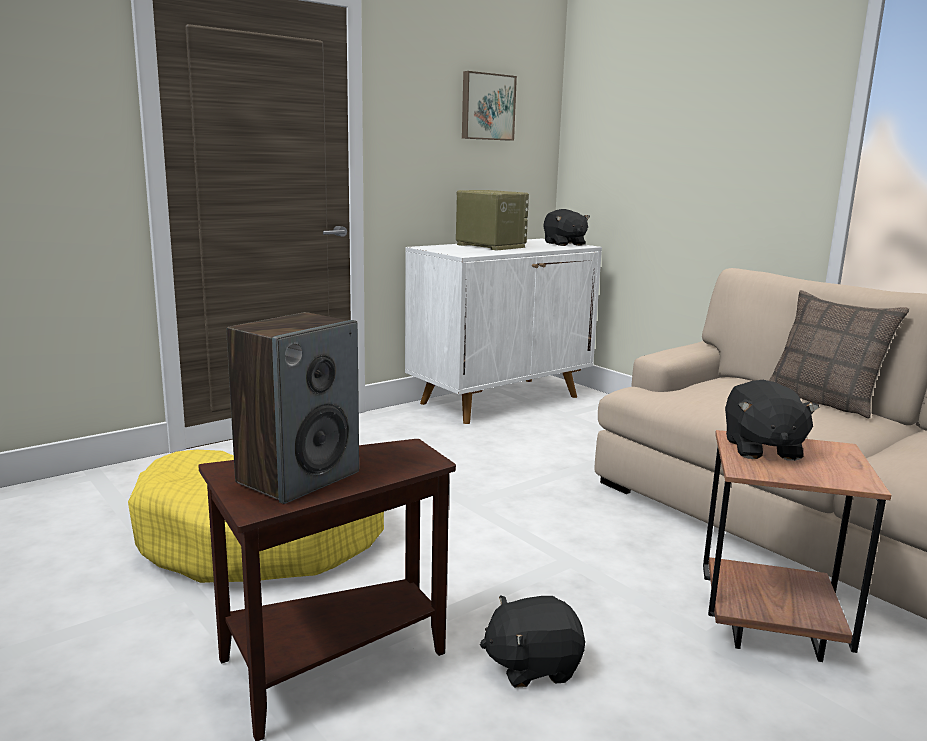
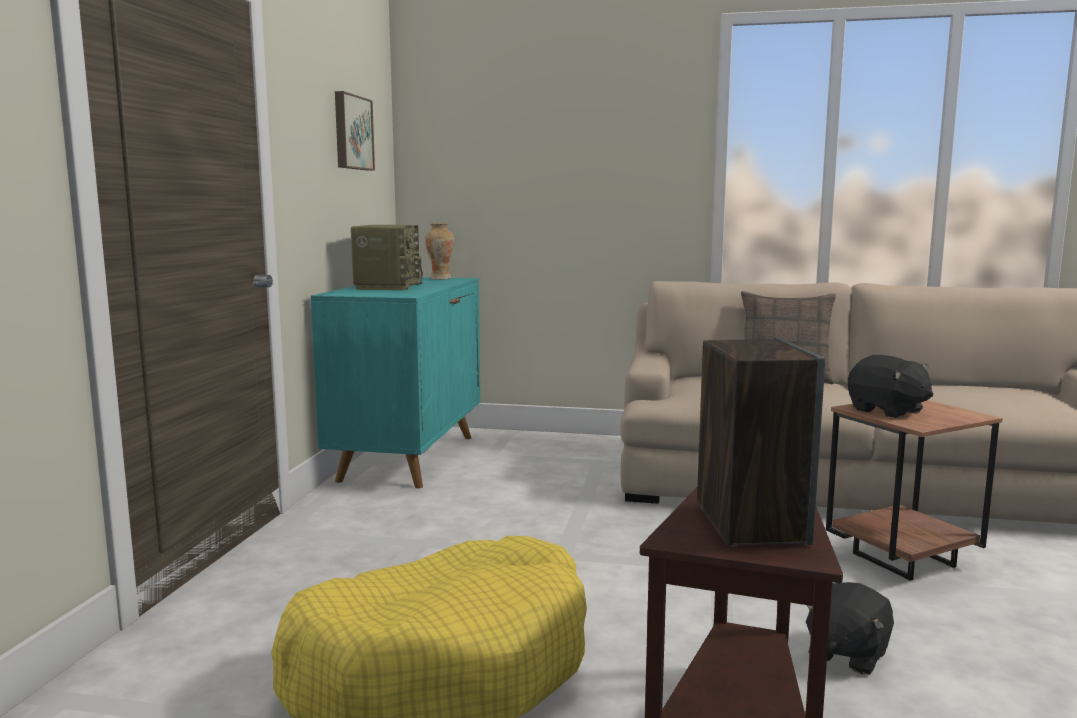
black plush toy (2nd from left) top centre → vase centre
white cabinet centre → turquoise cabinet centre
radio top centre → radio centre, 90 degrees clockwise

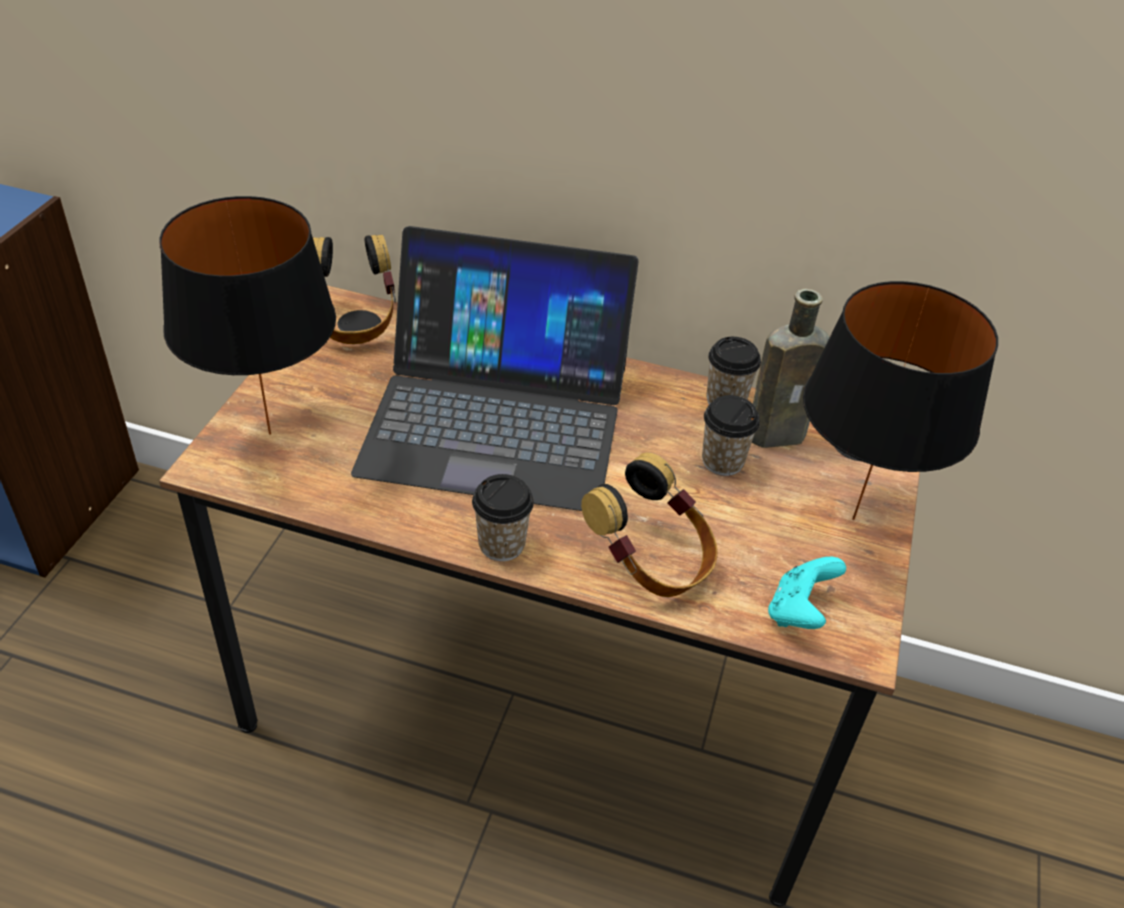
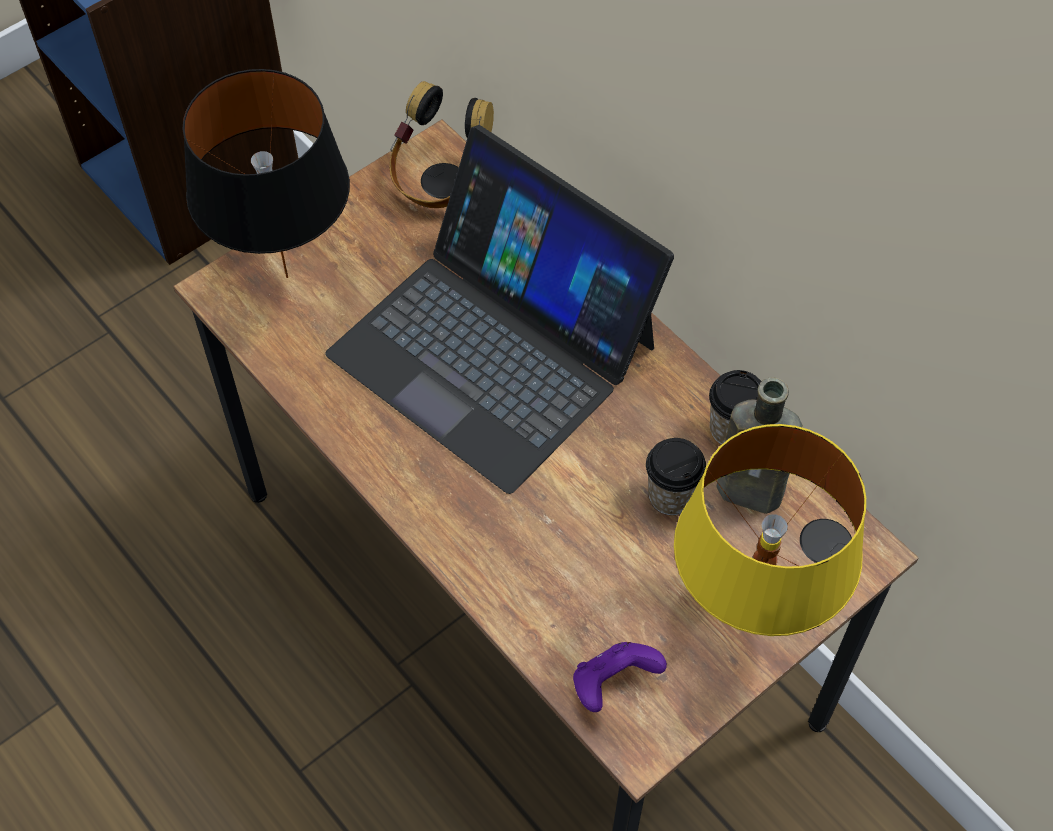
cup (1st from left) centre → -
headphones (2nd from left) centre → -
turquoise game controller middle right → purple game controller bottom centre
black table lamp (2nd from left) middle right → yellow table lamp middle right

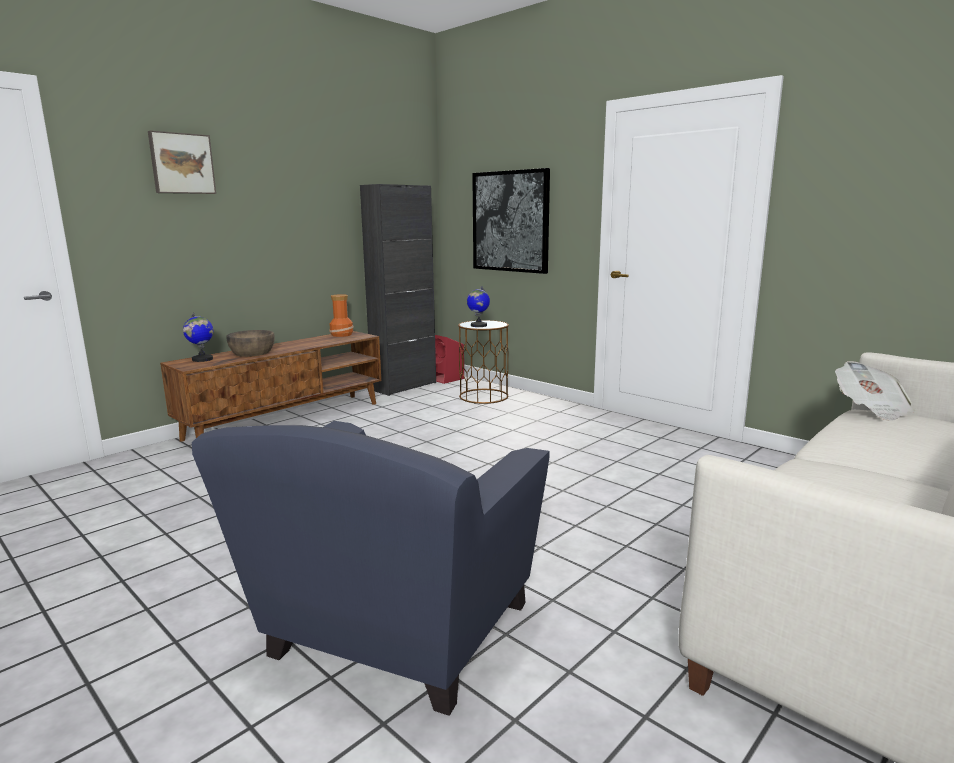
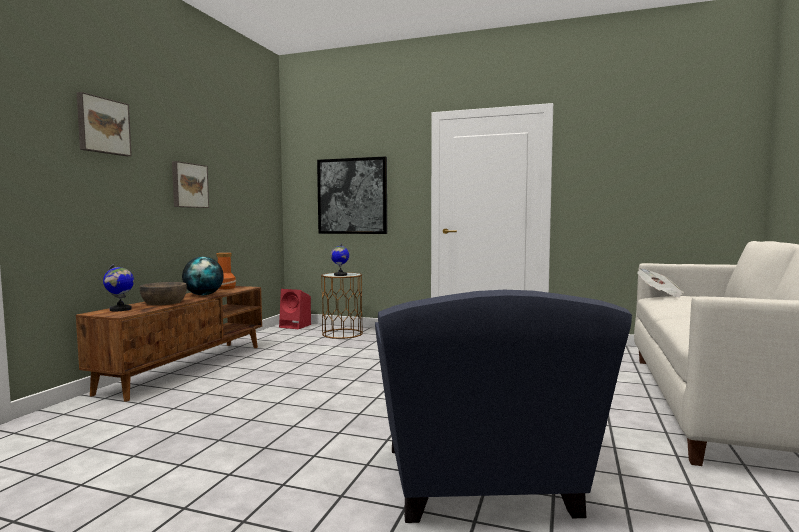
black cabinet centre → -
- → picture (2nd from left) middle left
- → globe (2nd from left) middle left

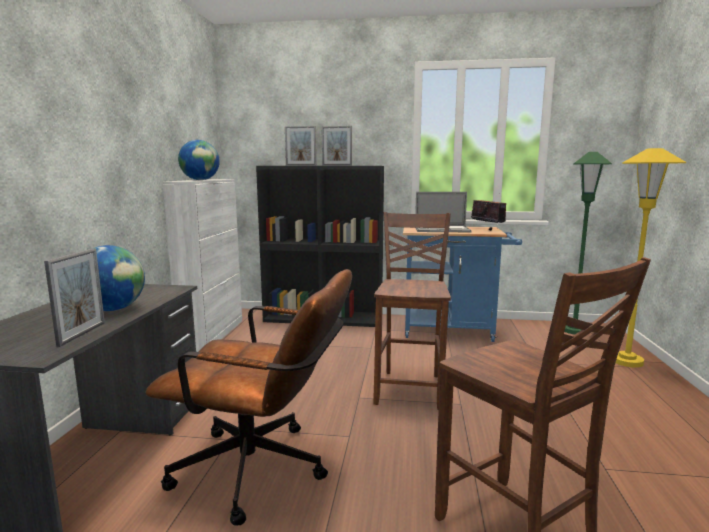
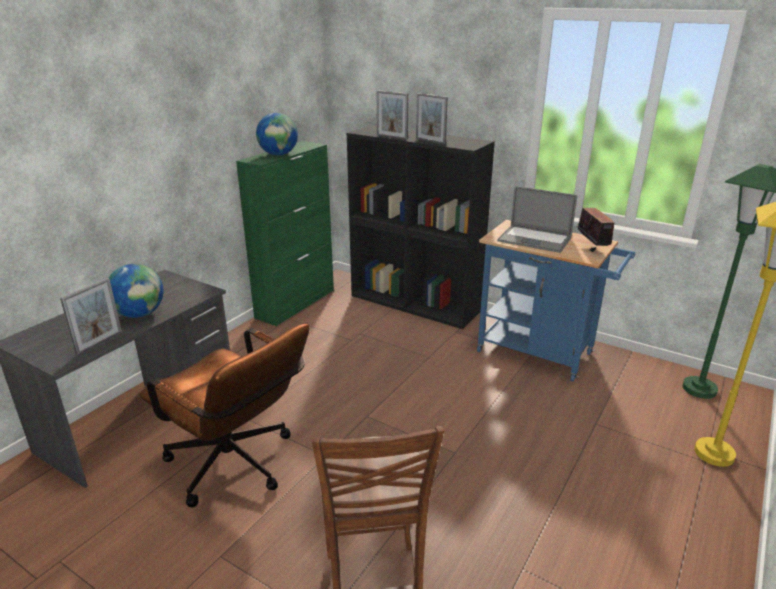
brown chair (1st from left) centre → -
white cabinet middle left → green cabinet centre

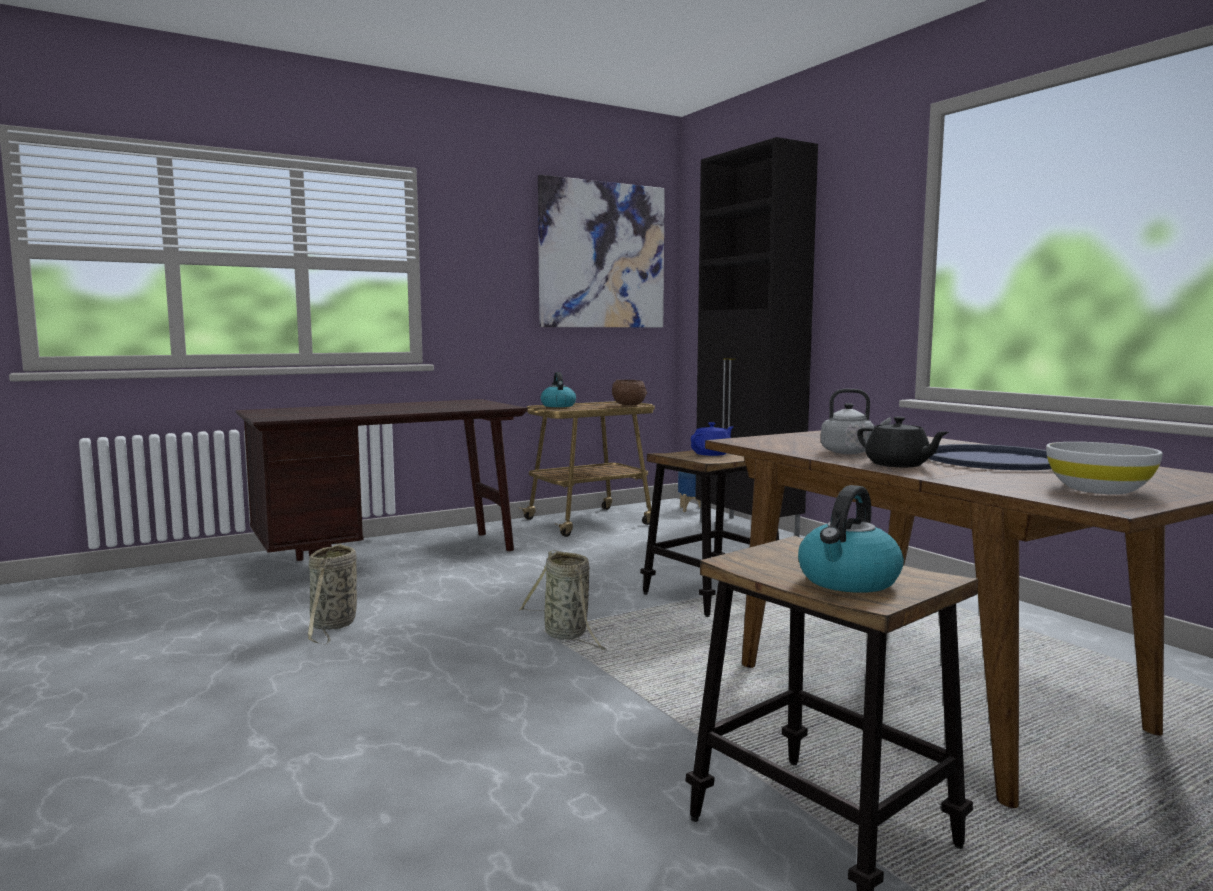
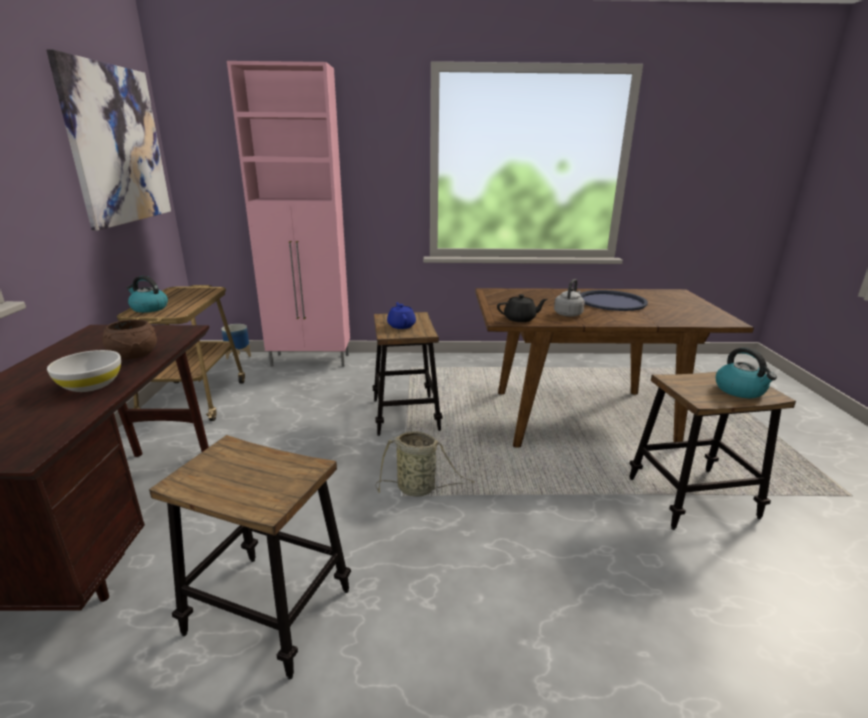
brown bowl centre → brown bowl middle left, moved
black teapot middle right → black teapot centre, moved
white bowl middle right → white bowl middle left, moved
basket (1st from left) middle left → stool (1st from left) bottom left
black cabinet centre → pink cabinet top left

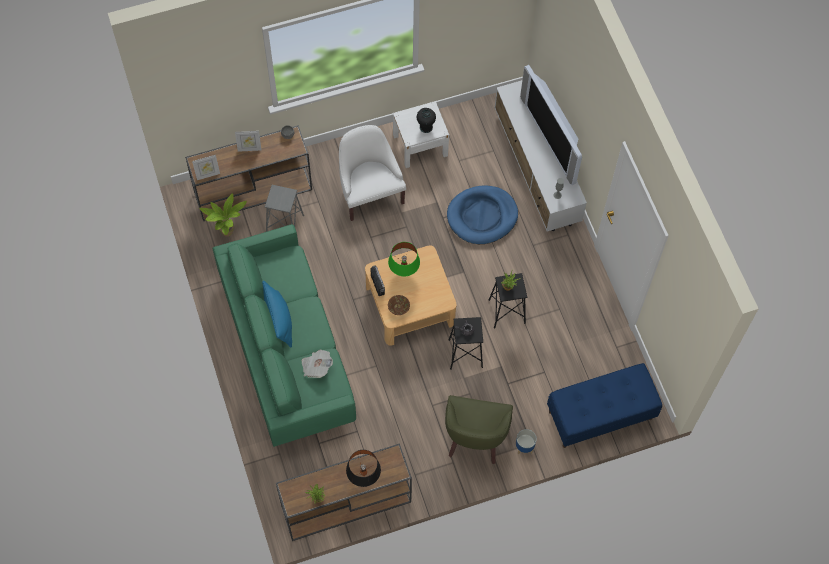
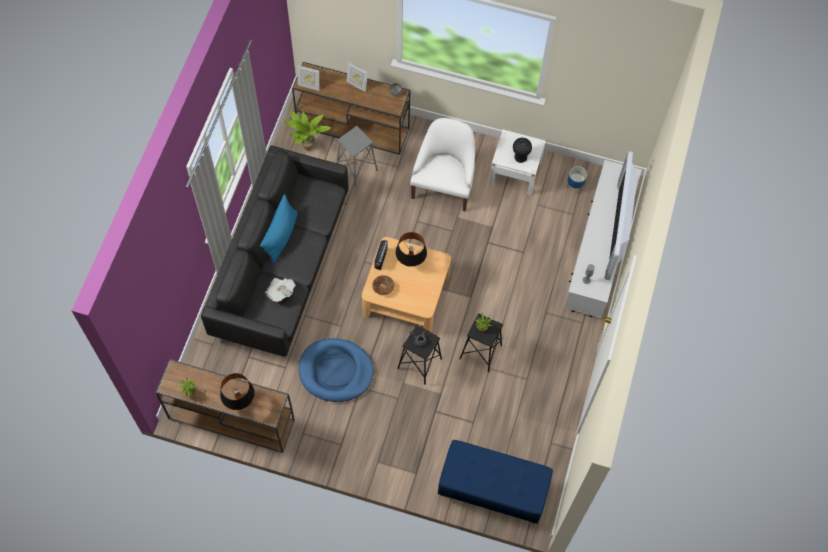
green armchair bottom centre → -
blue dog bed centre → blue dog bed bottom centre, moved
planter bottom centre → planter top right, moved
green sofa centre → black sofa middle left
green table lamp centre → black table lamp (2nd from left) centre

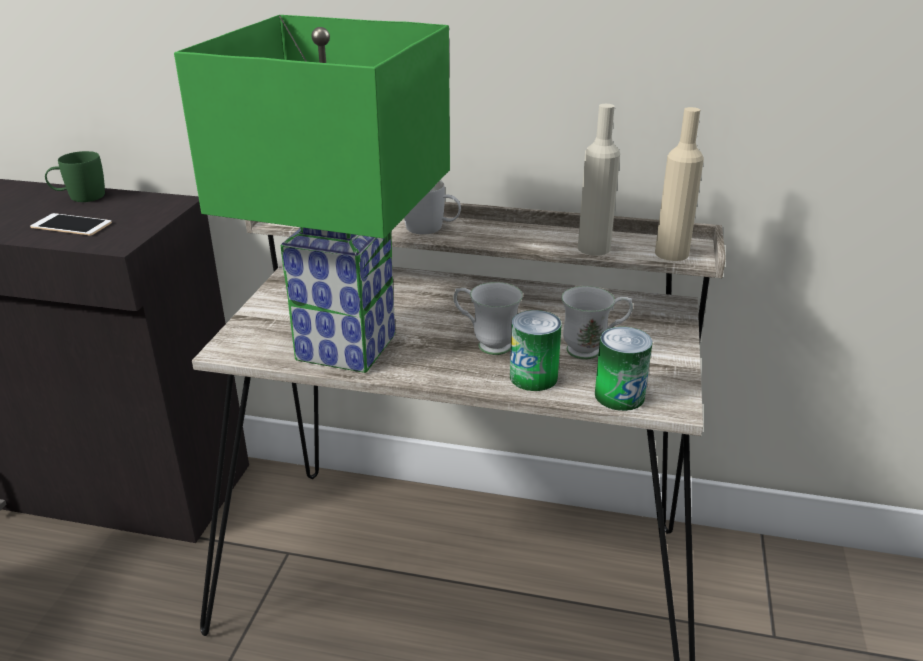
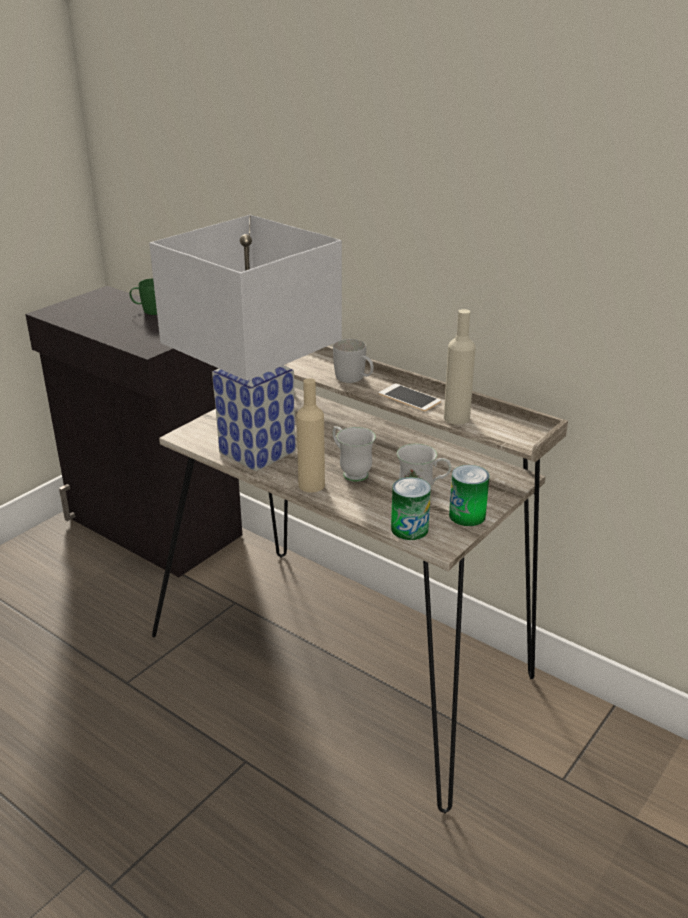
phone middle left → phone centre, moved
can (1st from left in the first image) centre → can (2nd from left) middle right, moved
beige bottle (2nd from left in the first image) top right → beige bottle (1st from left) centre, moved
green table lamp top centre → white table lamp centre

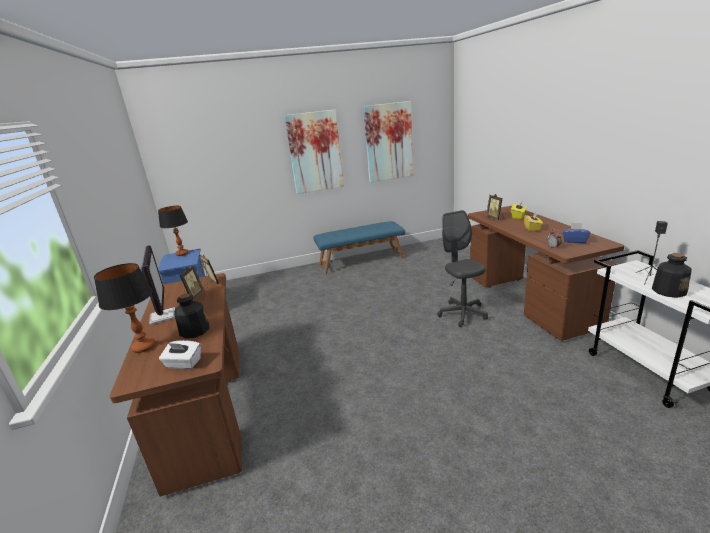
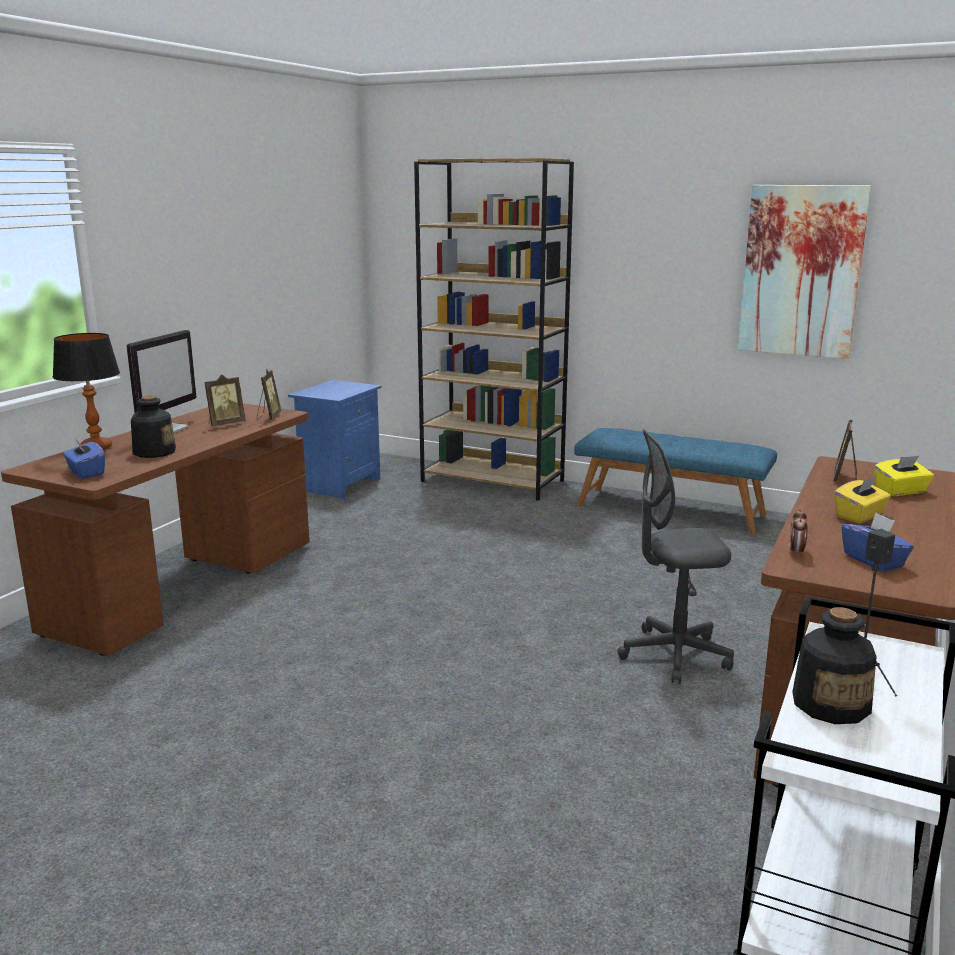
table lamp (2nd from left) middle left → -
picture (1st from left) top centre → -
- → brown bookcase centre
white tissue box middle left → blue tissue box (1st from left) middle left
grey office chair centre → grey office chair middle right, 120 degrees counterclockwise

